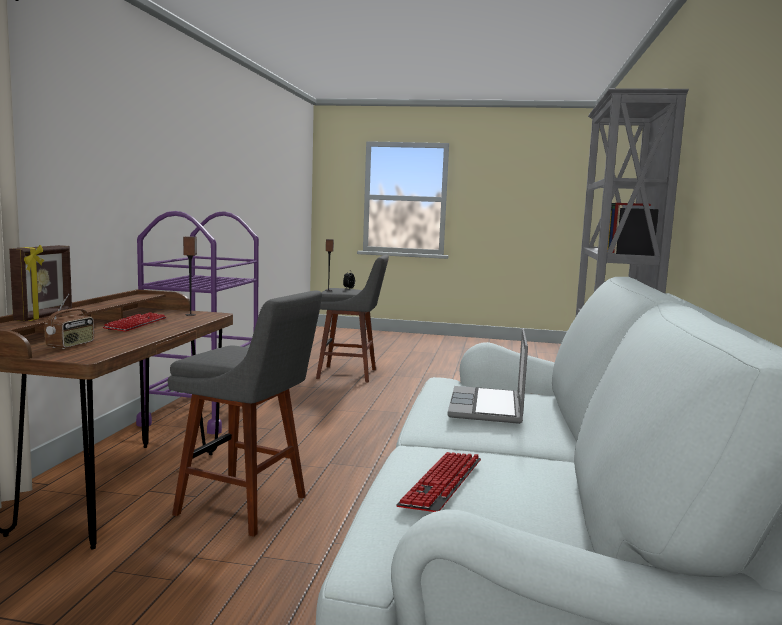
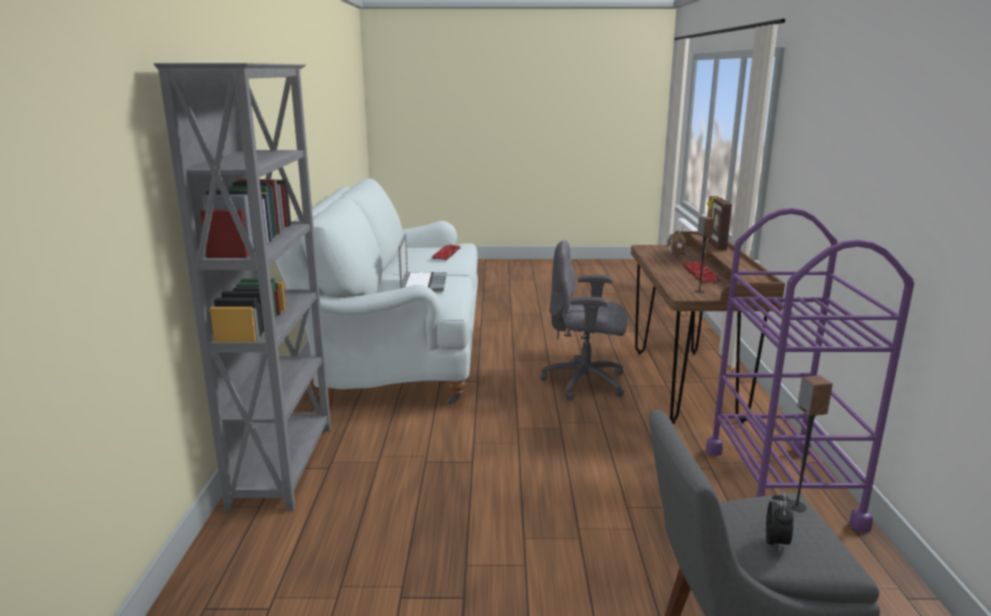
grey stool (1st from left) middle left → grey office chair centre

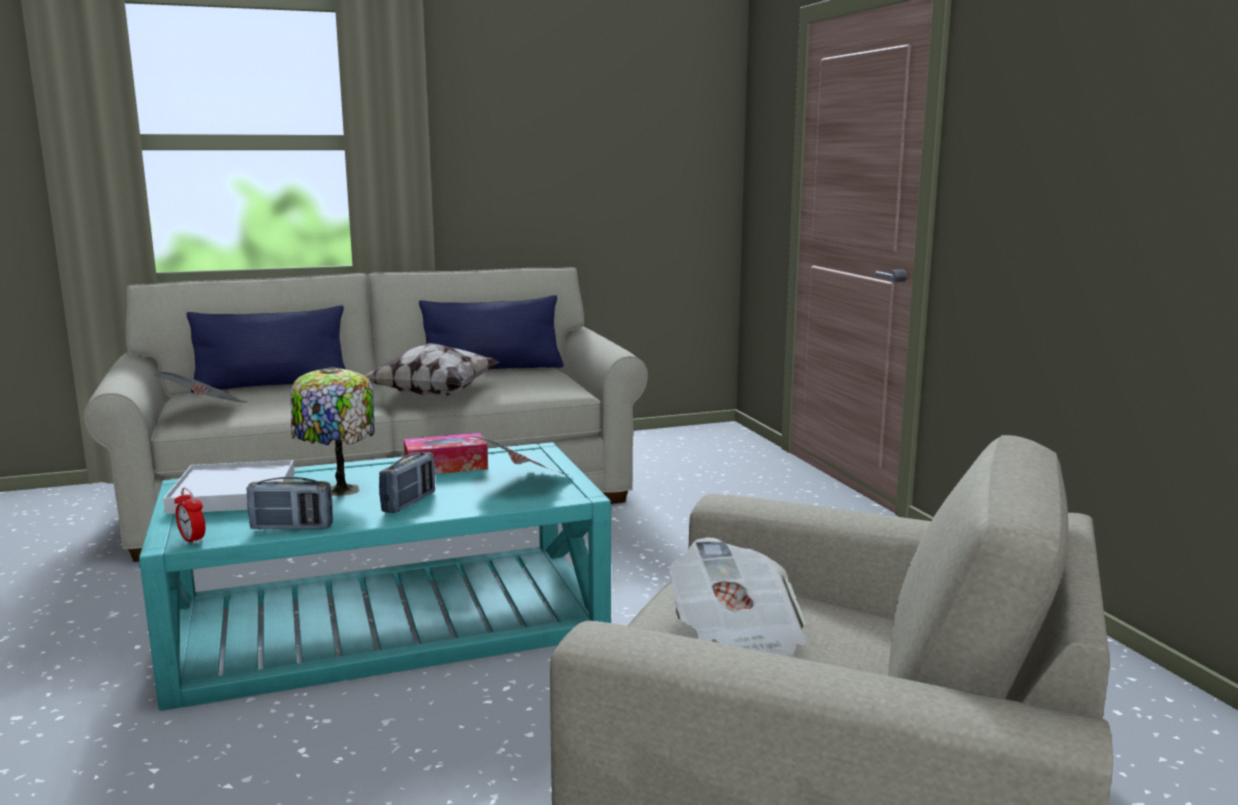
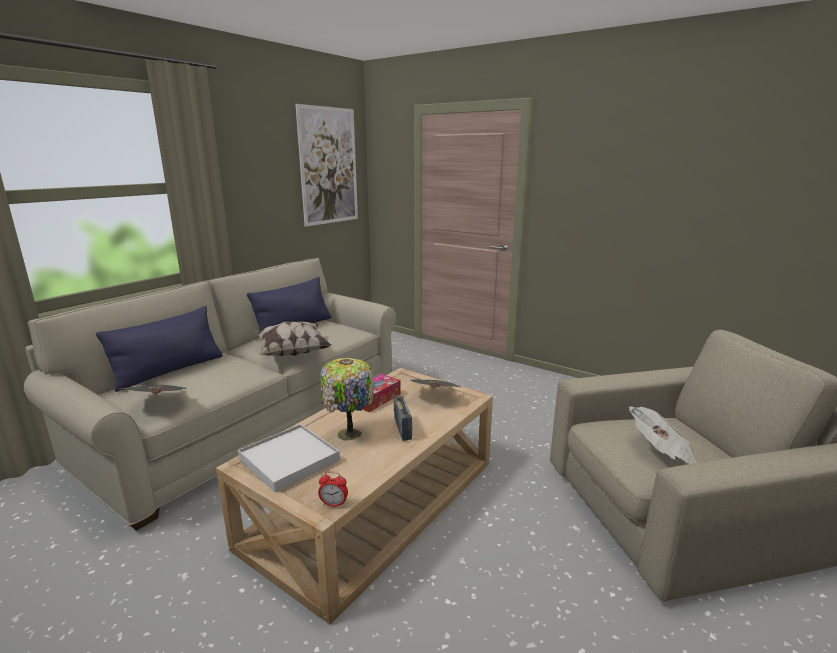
radio (1st from left) middle left → -
- → picture top centre
turquoise coffee table bottom left → beige coffee table bottom centre

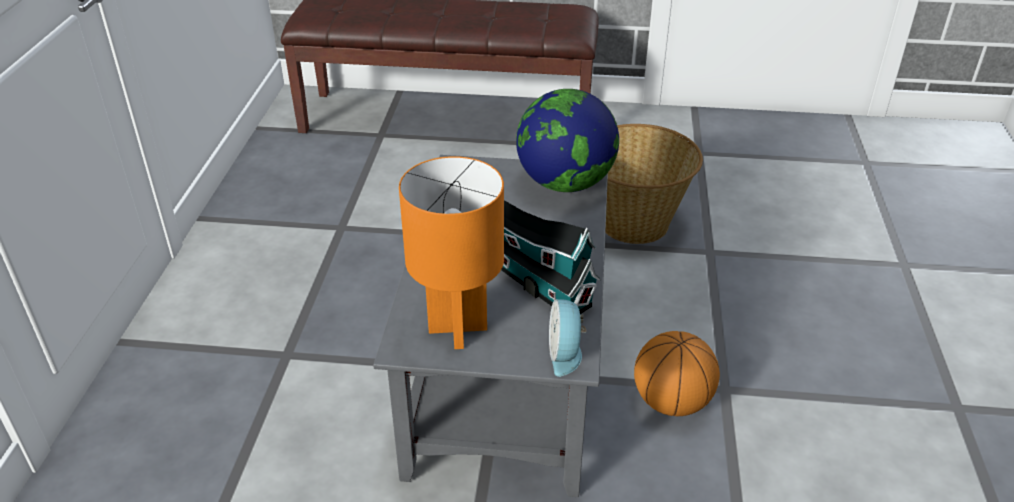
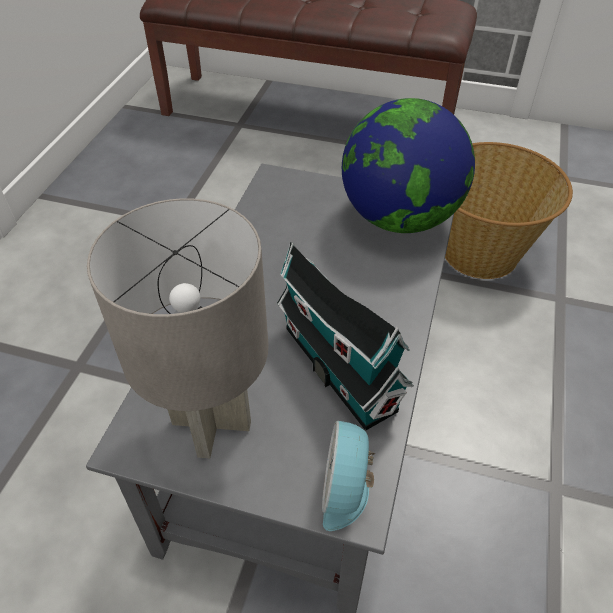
basketball bottom right → -
orange table lamp centre → grey table lamp middle left

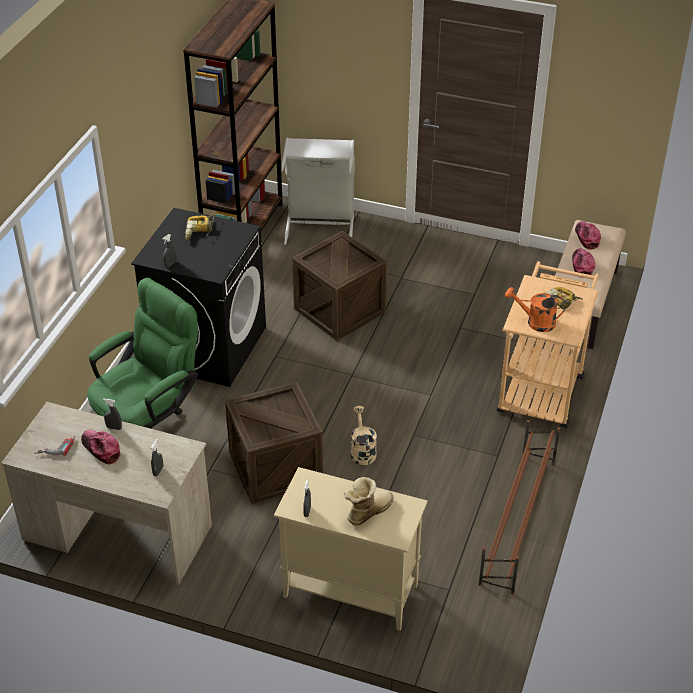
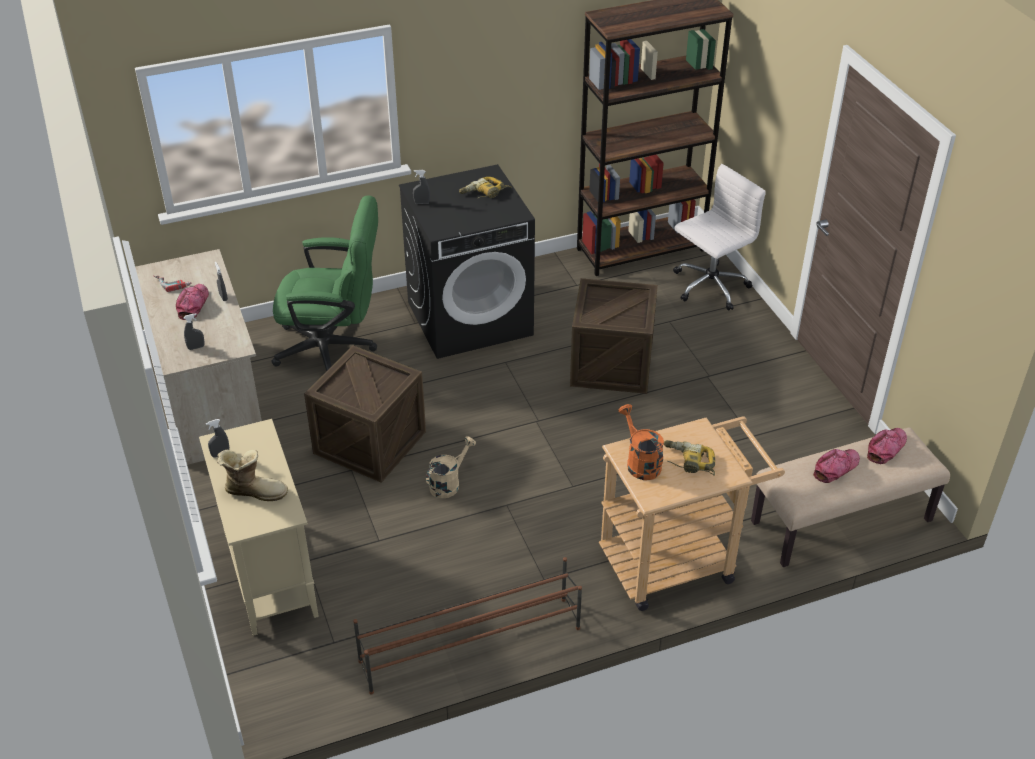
grey laundry basket top centre → white office chair top right

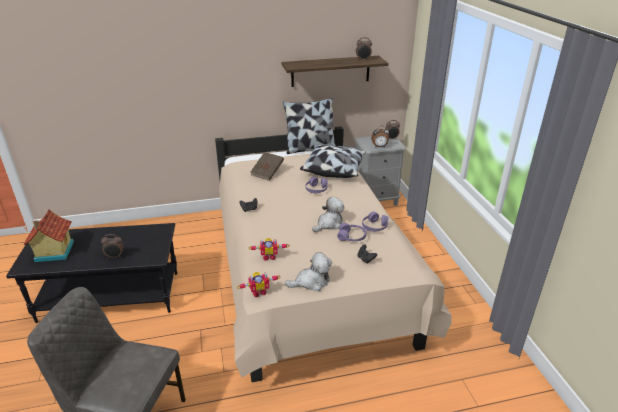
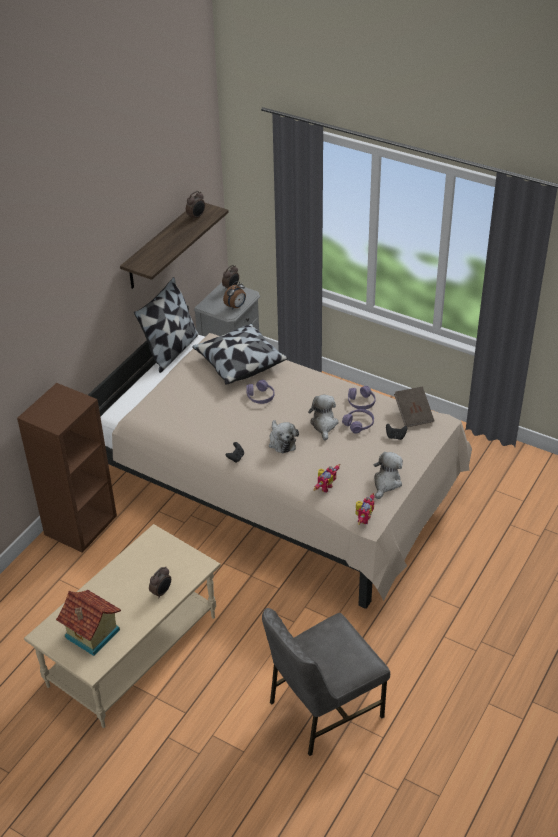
- → brown bookcase middle left
- → plush toy (1st from left) centre
brown book centre → brown book middle right, moved
black coffee table middle left → beige coffee table bottom left

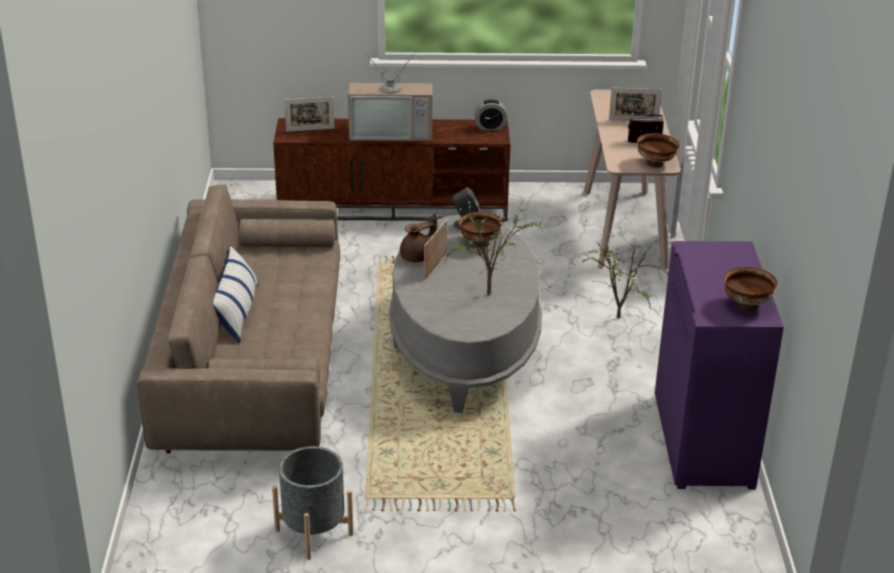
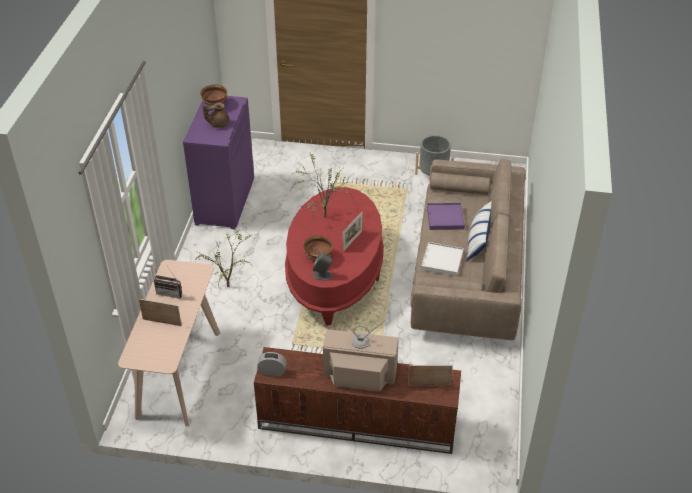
brown bowl (2nd from left) top right → -
- → white tray centre
- → purple tray centre
brown teapot centre → brown teapot top left, moved
grey coffee table centre → red coffee table centre

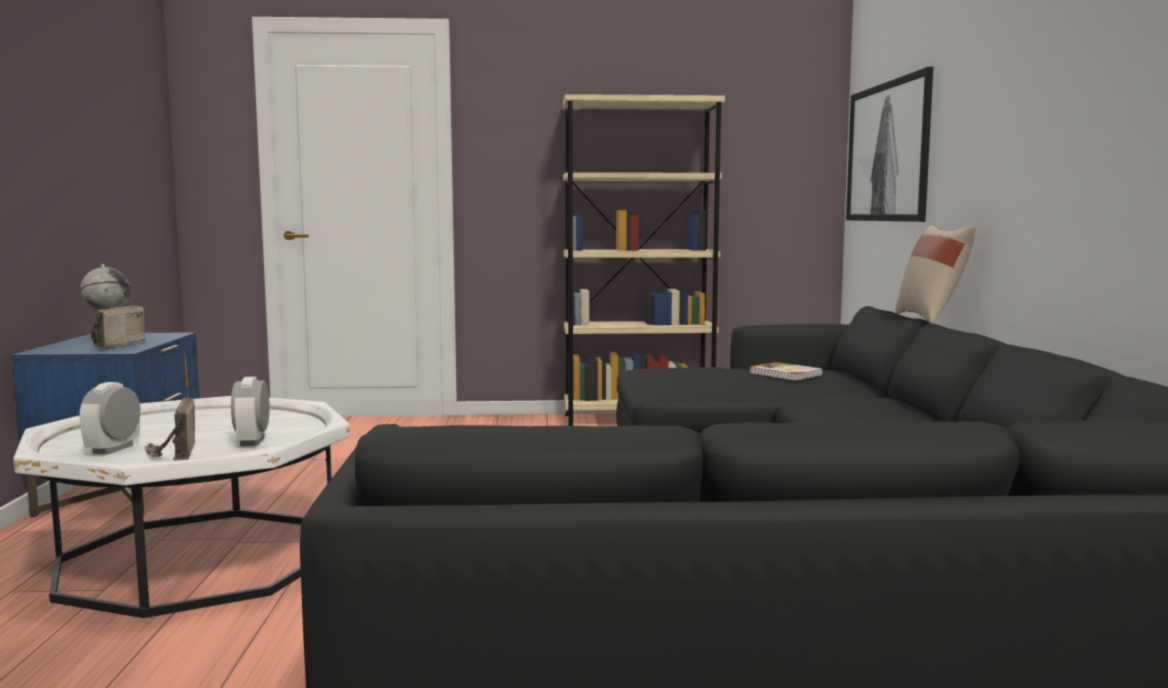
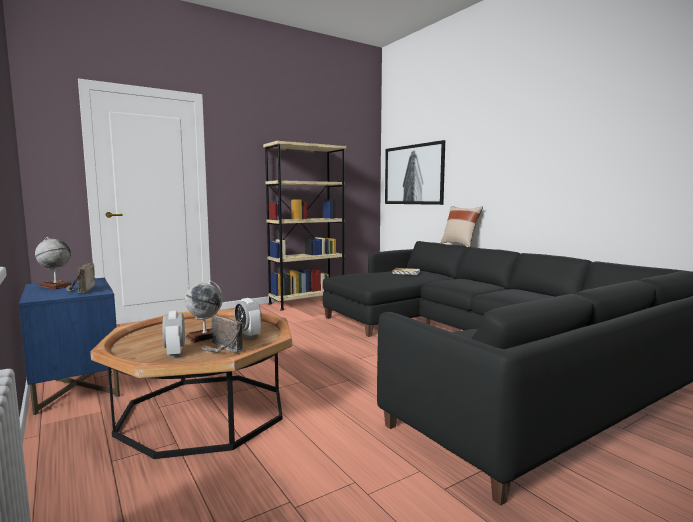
- → globe (2nd from left) middle left
white coffee table bottom left → brown coffee table bottom left

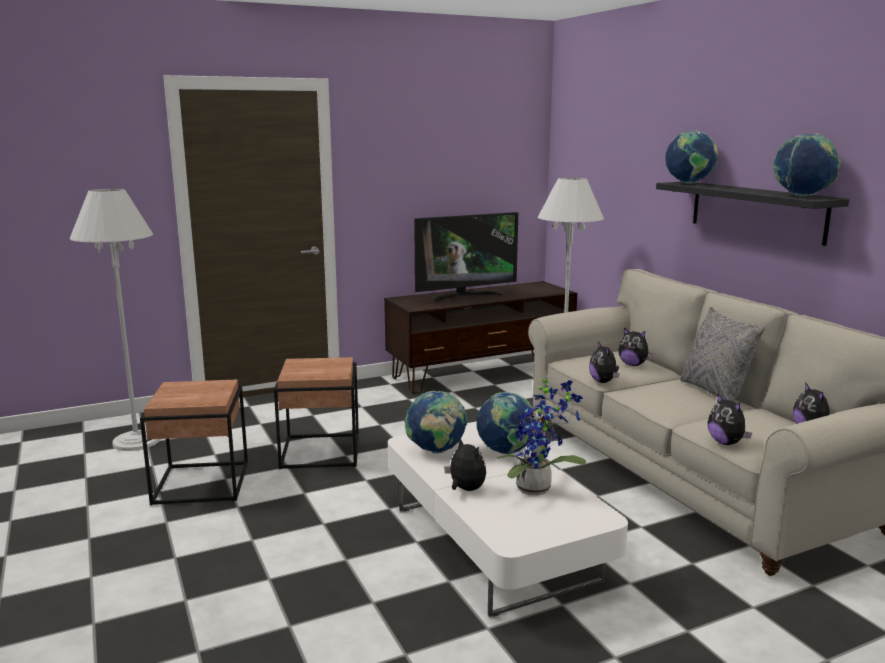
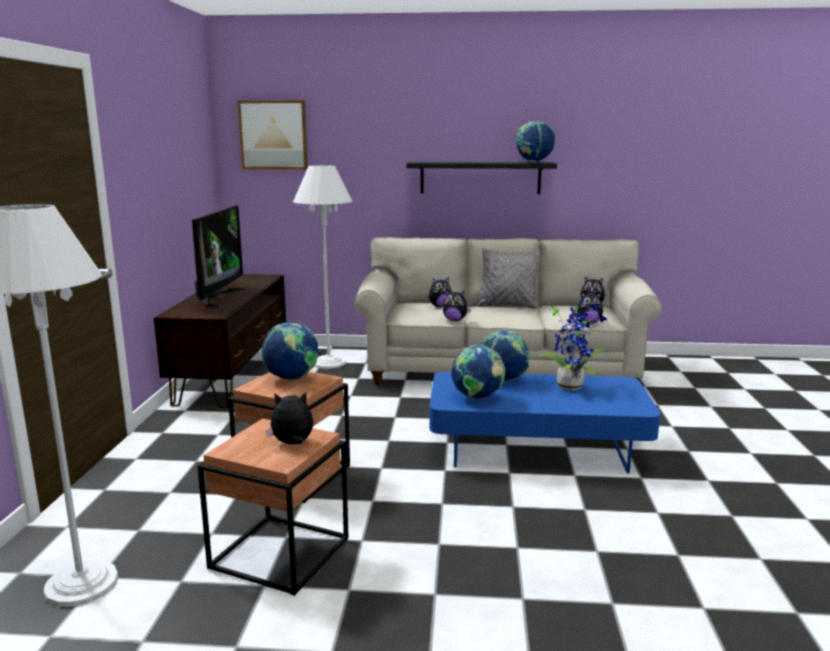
- → picture top left
plush toy (1st from left) bottom centre → plush toy (1st from left) centre, moved
globe (3rd from left in the first image) top right → globe (1st from left) centre, moved
white coffee table bottom centre → blue coffee table centre

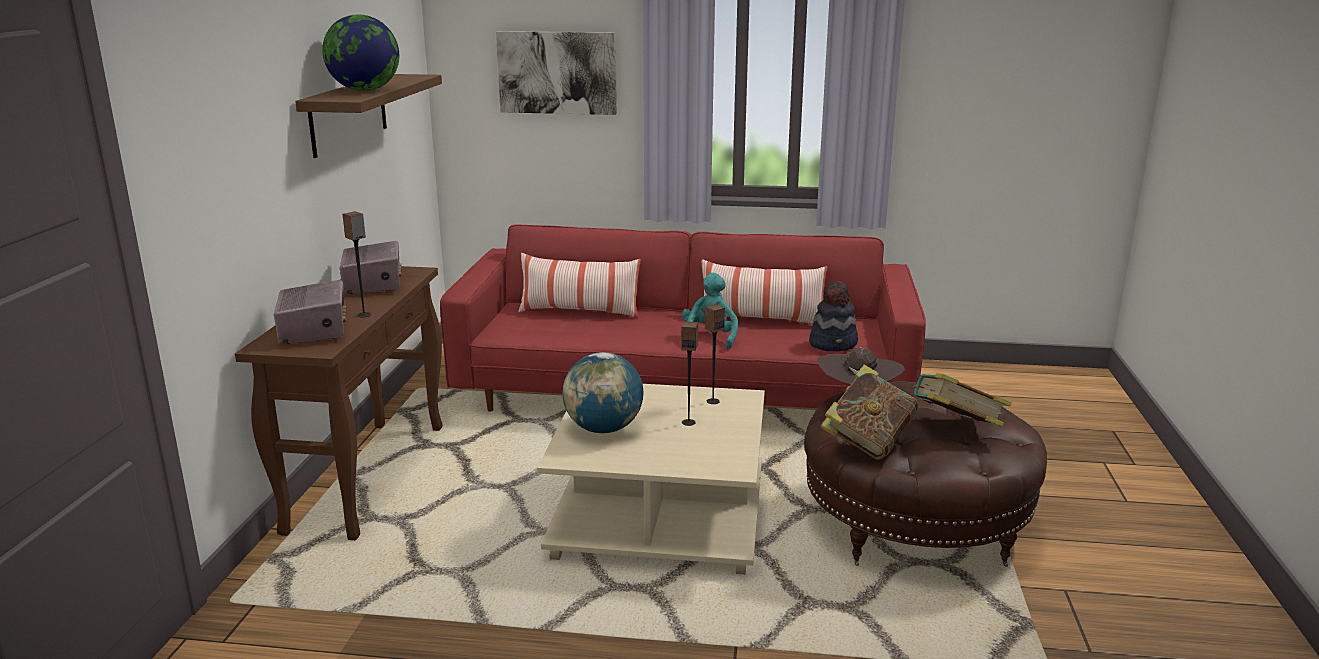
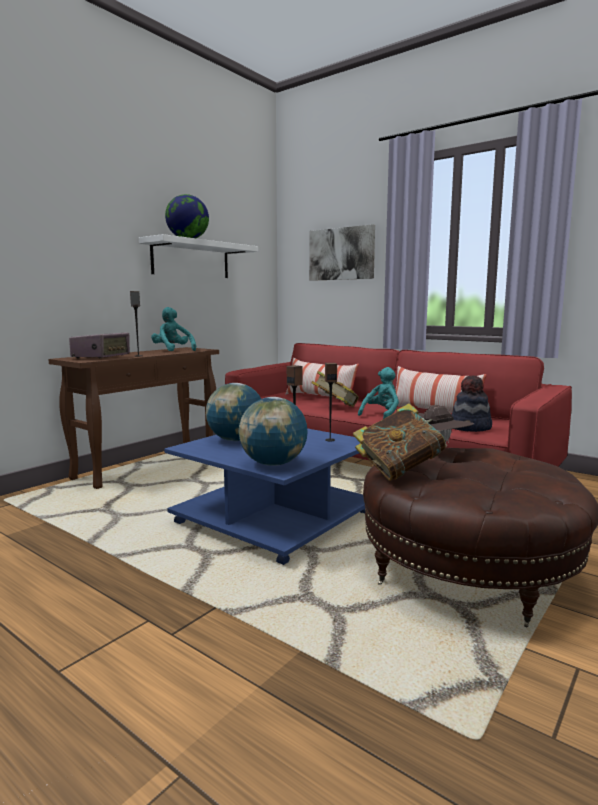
- → globe (3rd from left) centre
book (2nd from left in the first image) middle right → book (1st from left) centre, moved
radio (2nd from left) middle left → turquoise plush toy (1st from left) middle left
brown shelf top left → white shelf top left
beige coffee table bottom centre → blue coffee table centre

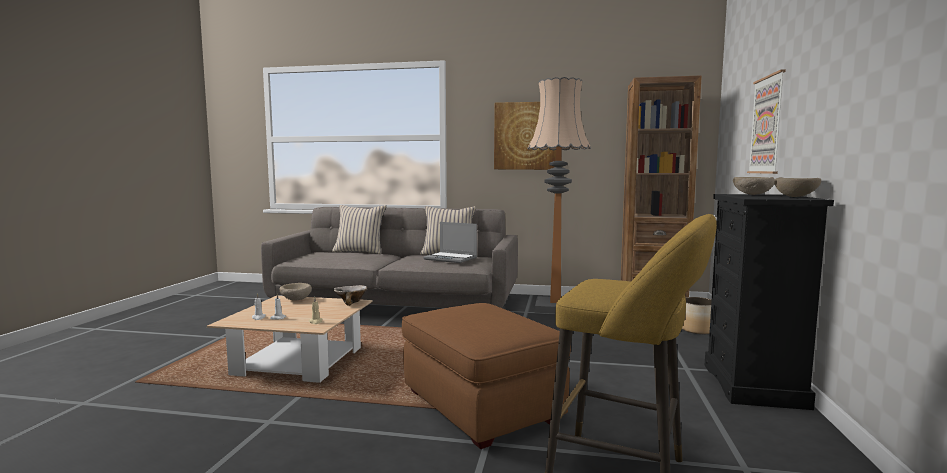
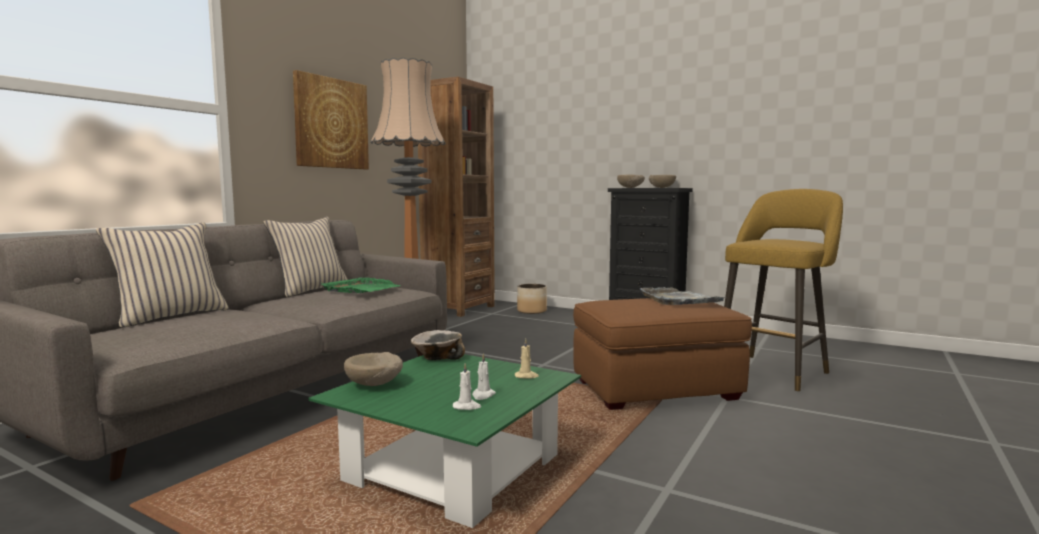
picture (2nd from left) top right → -
- → grey tray centre
laptop centre → green tray centre
beige coffee table bottom left → green coffee table bottom centre

